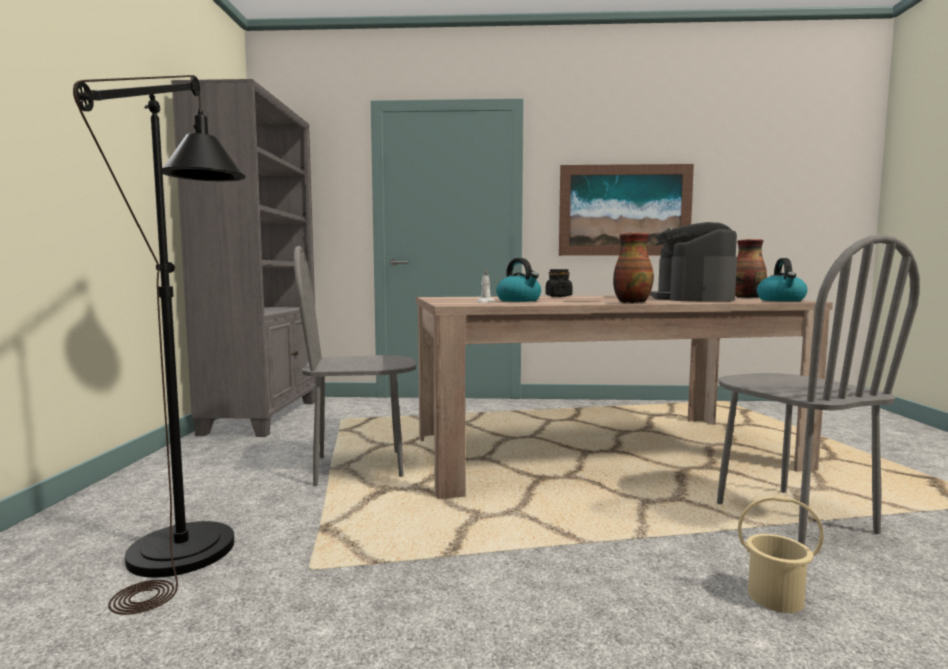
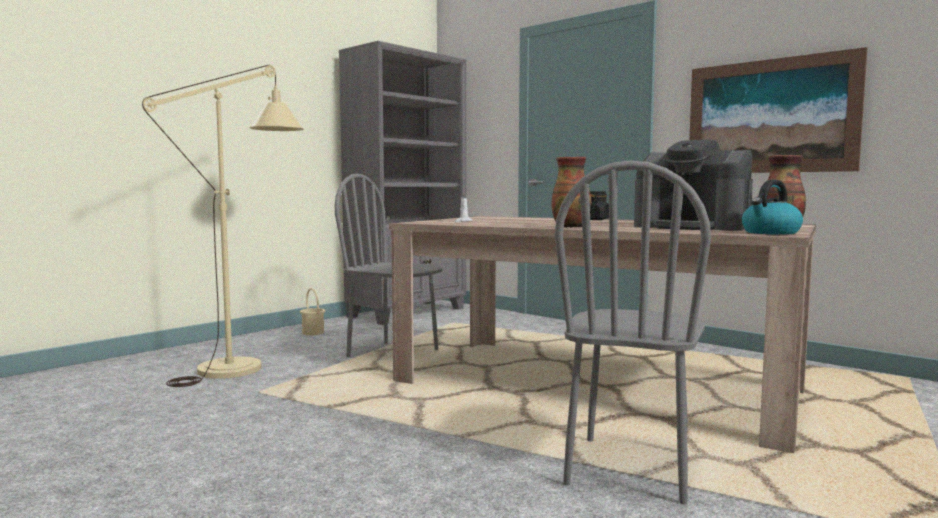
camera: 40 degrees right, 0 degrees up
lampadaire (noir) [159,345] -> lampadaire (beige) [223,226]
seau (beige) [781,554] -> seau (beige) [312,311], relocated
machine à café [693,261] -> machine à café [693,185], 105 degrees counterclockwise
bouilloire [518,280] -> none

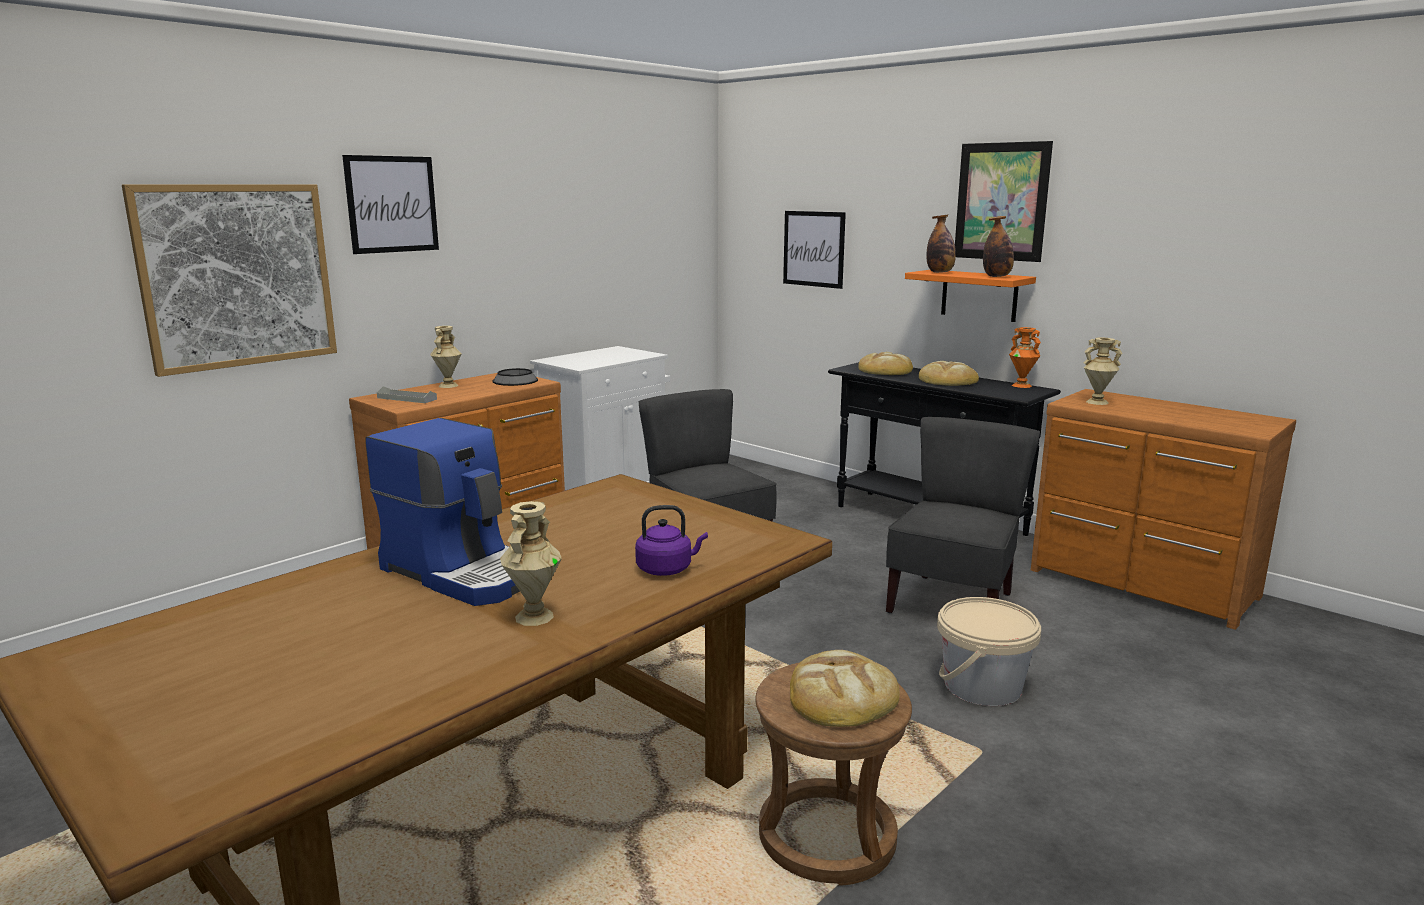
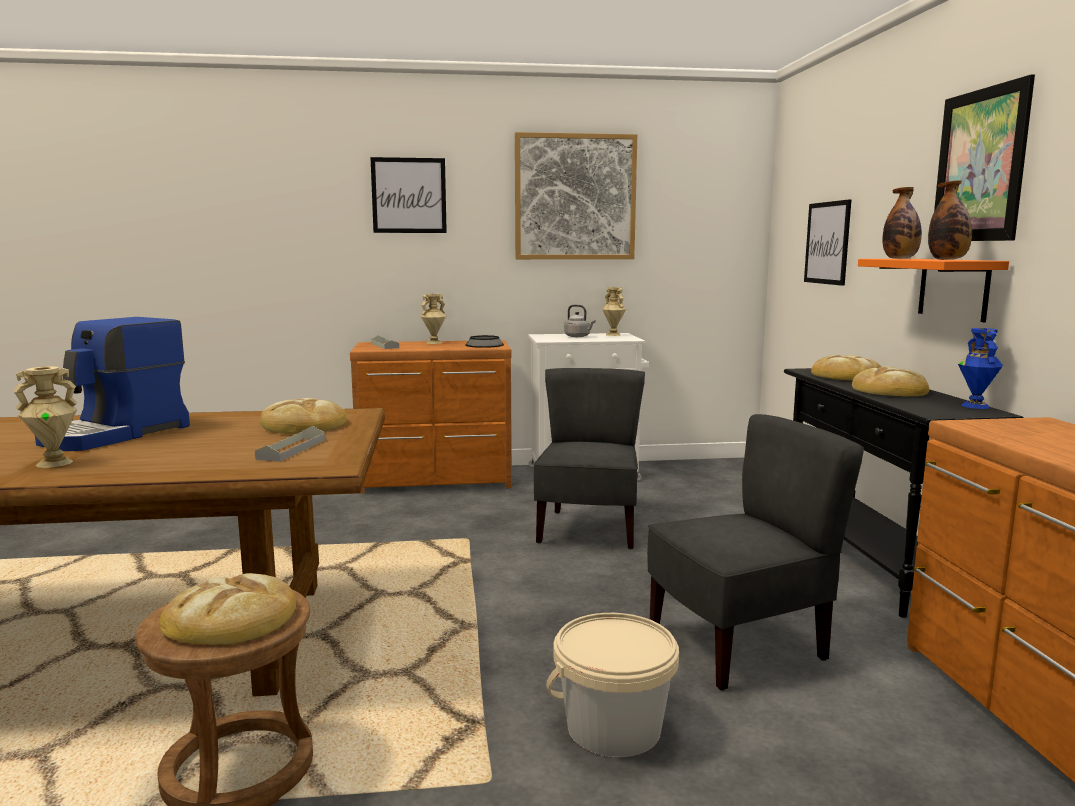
camera: 40 degrees right, 5 degrees down
machine à café [442,512] -> machine à café [112,384], 45 degrees clockwise
none -> plateau (gris) [290,444]
none -> pain [303,416]
tableau [229,280] -> tableau [576,195], relocated
none -> bouilloire (gris) [580,321]
vase (beige) [1103,371] -> vase (beige) [614,311], relocated
vase (orange) [1025,357] -> vase (bleu) [980,368]
bouilloire (violet) [671,540] -> none

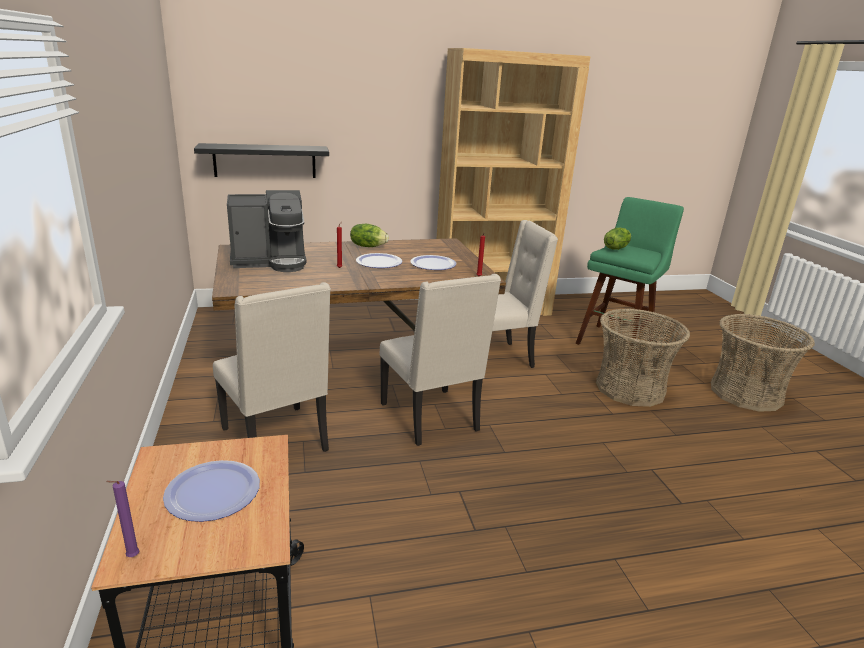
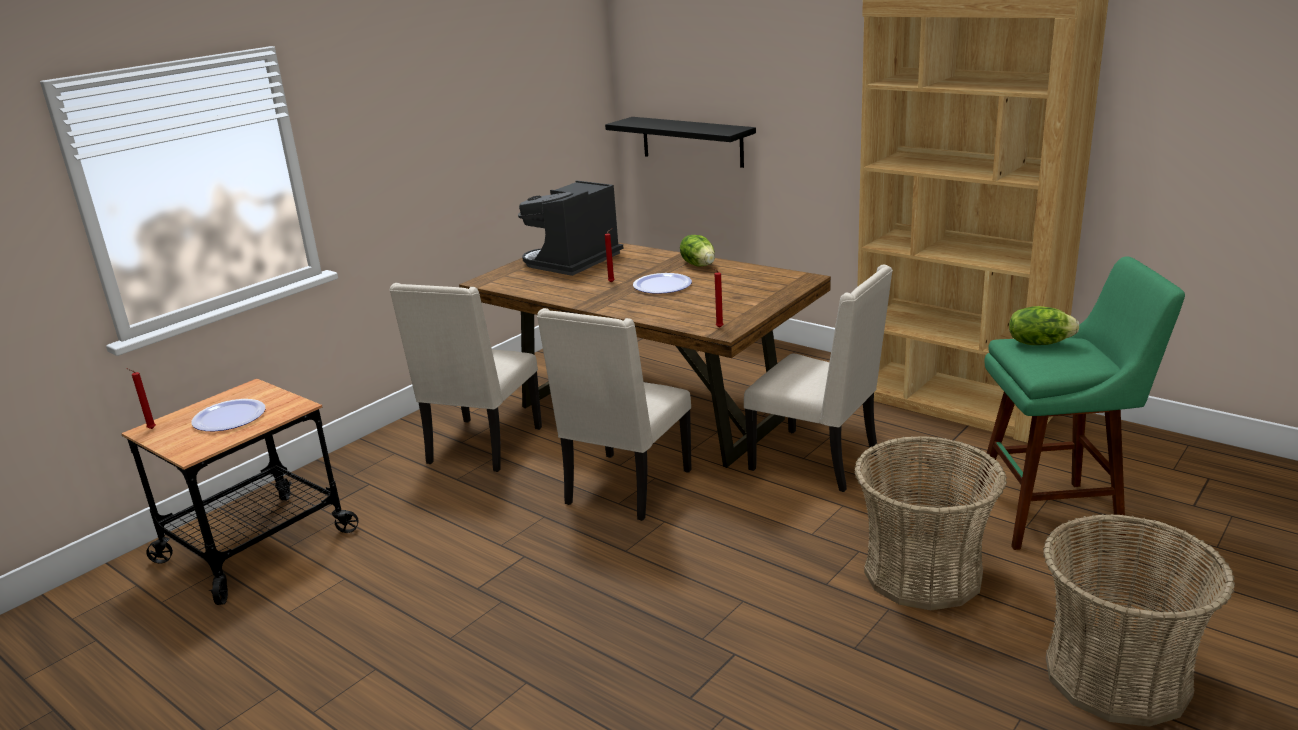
camera: 55 degrees right, 0 degrees up
bougie (violet) [123,519] -> bougie (rouge) [141,398]
machine à café [266,231] -> machine à café [571,228], 90 degrees clockwise
assiette [433,262] -> none

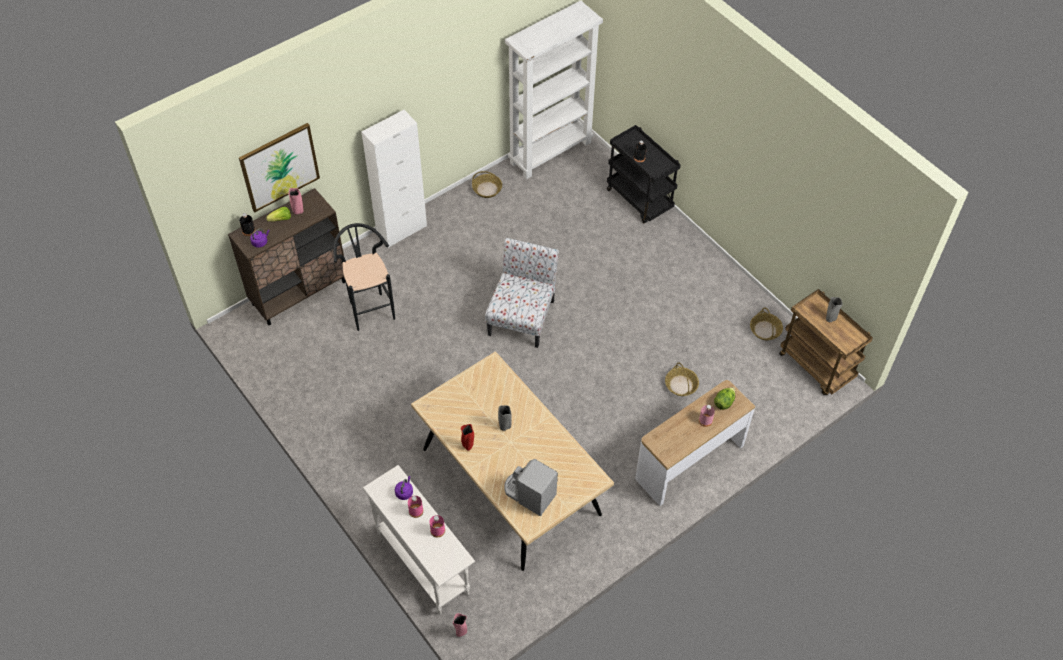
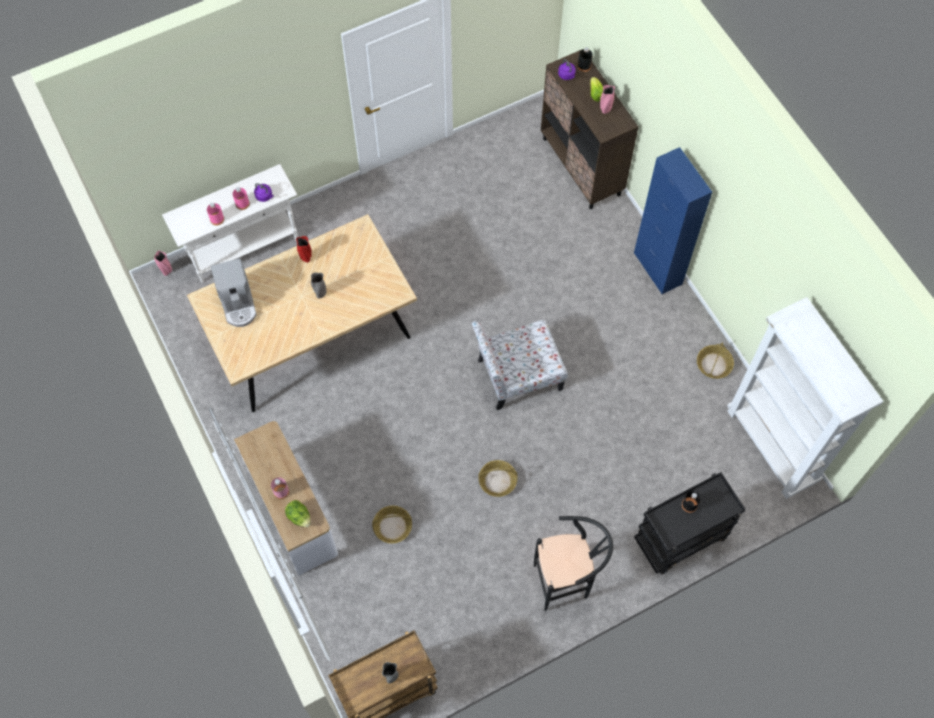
camera: 100 degrees right, 10 degrees up
machine à café [531,487] -> machine à café [234,292], 120 degrees clockwise
chaise [522,293] -> chaise [519,365], 135 degrees clockwise
panier [766,323] -> panier [498,478], relocated
tabouret (noir) [364,277] -> tabouret (noir) [573,563], relocated
meuble de rangement (blanc) [394,179] -> meuble de rangement (bleu) [673,220]
tableau [279,167] -> none

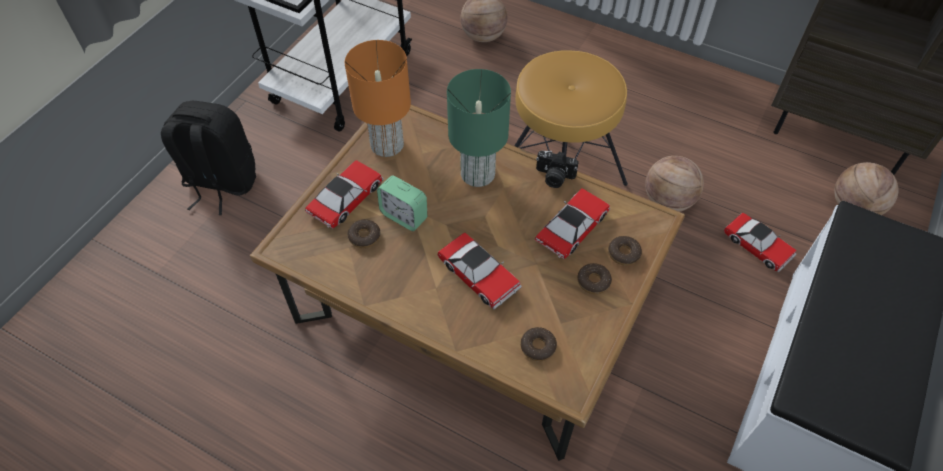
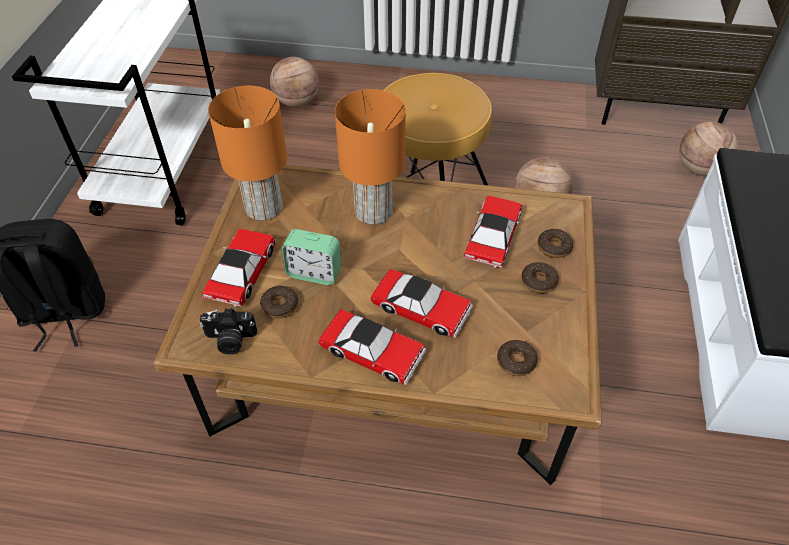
camera: 20 degrees left, 5 degrees down
appareil photo [557,169] -> appareil photo [228,331], relocated
petite voiture [760,242] -> petite voiture [372,347], relocated
lampe de table (vert) [479,128] -> lampe de table (orange) [370,157]

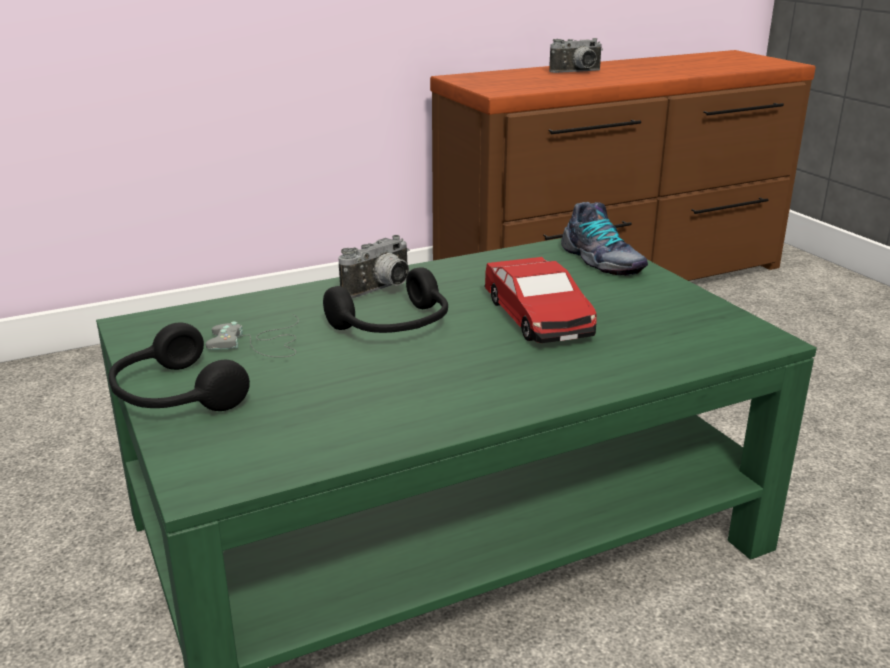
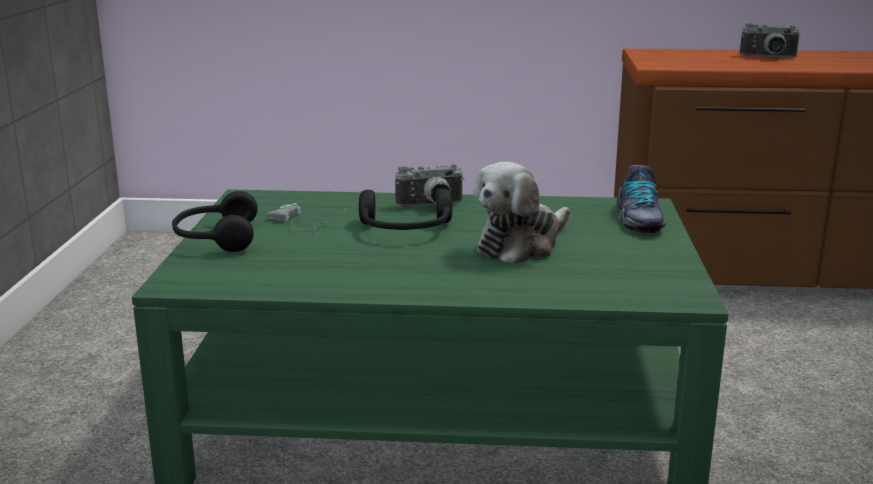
camera: 30 degrees right, 5 degrees down
petite voiture [540,300] -> peluche [522,213]

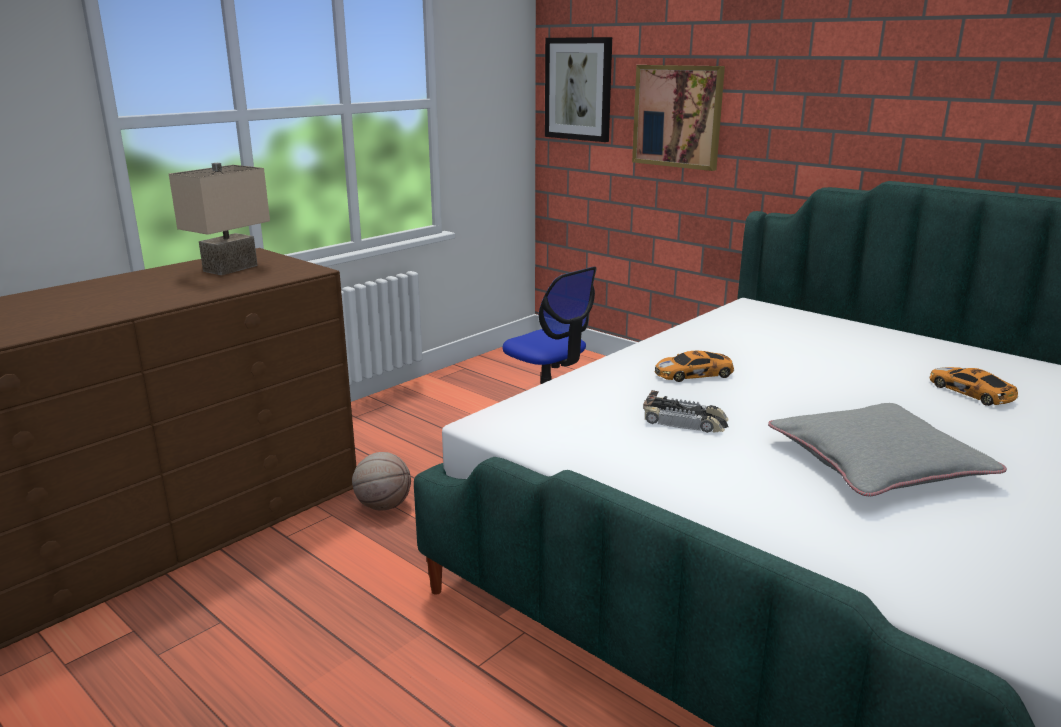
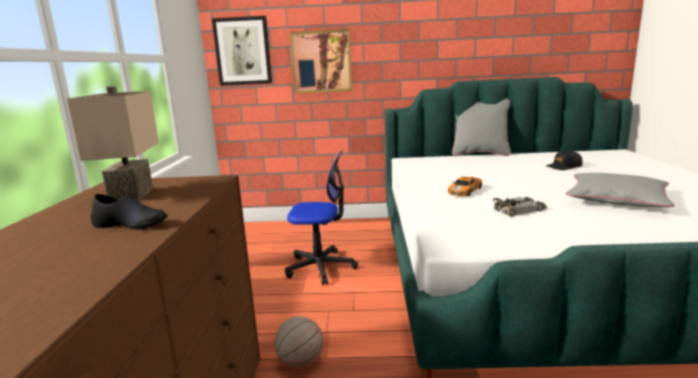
camera: 40 degrees left, 5 degrees down
none -> chaussure (noir) [129,212]
none -> coussin (gris) [481,127]
petite voiture [974,386] -> casquette (noir) [564,160]

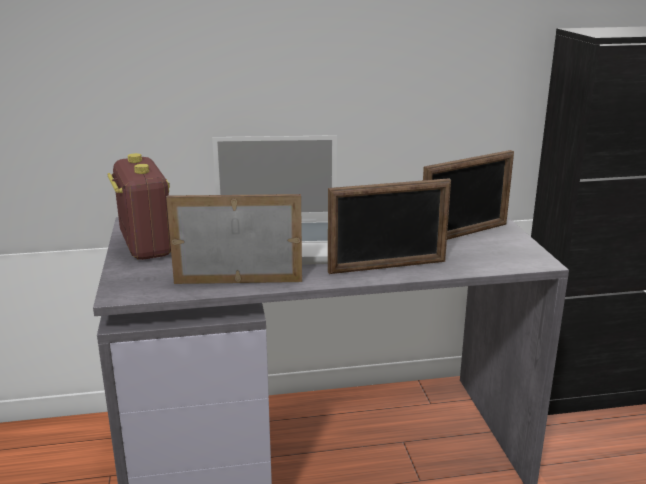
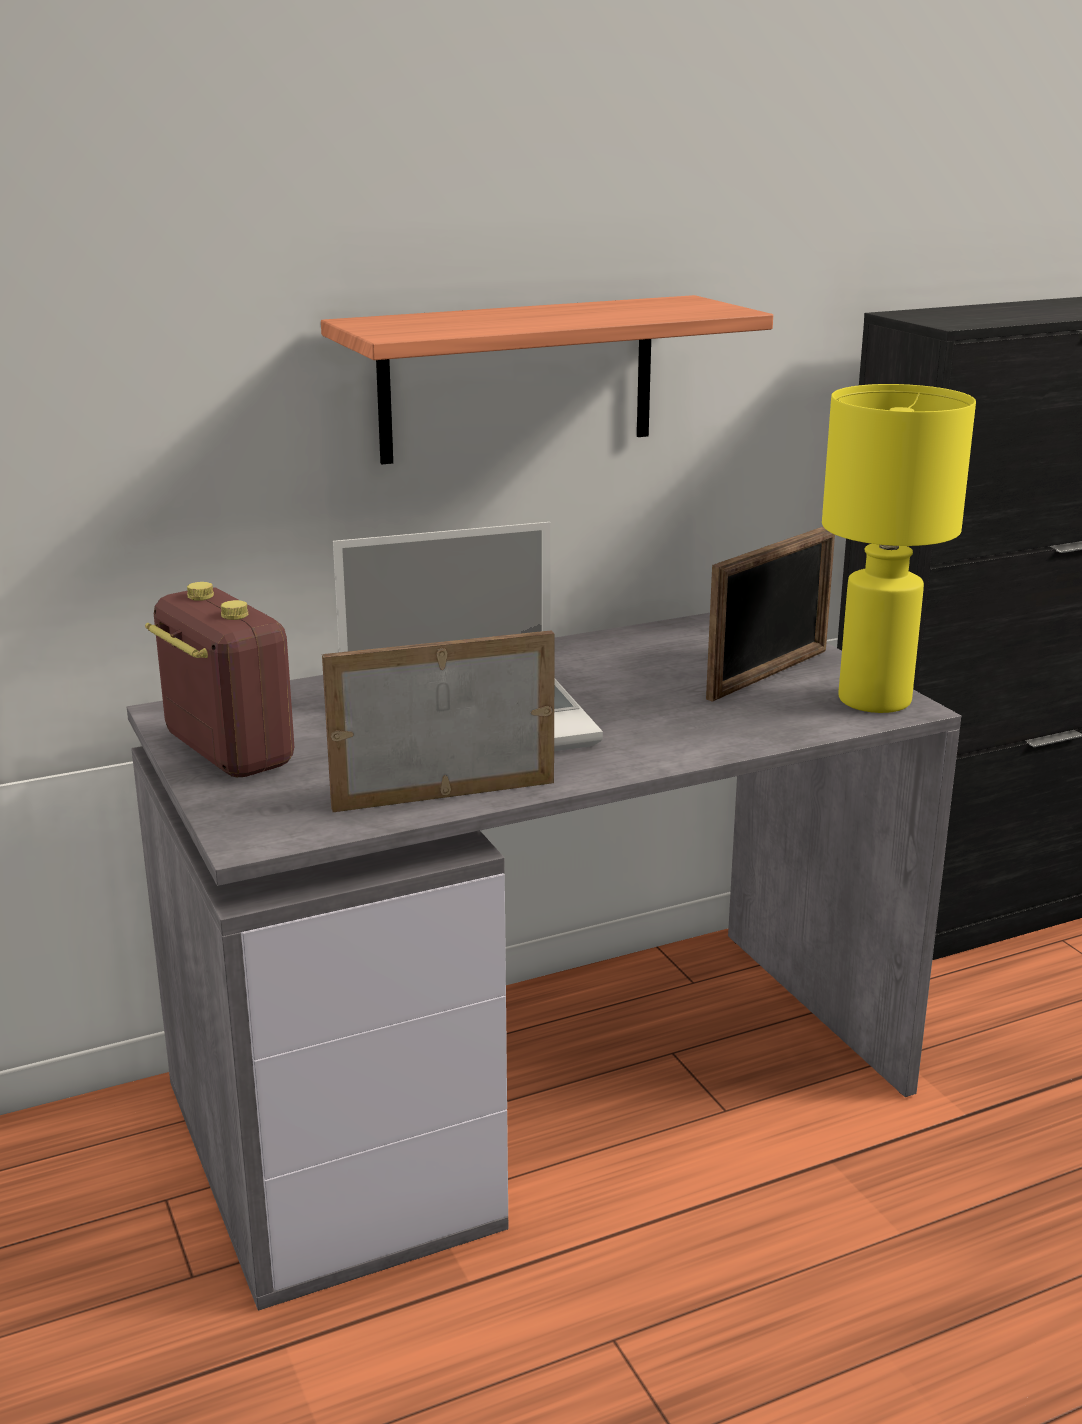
camera: 15 degrees left, 0 degrees up
none -> étagère [547,380]
none -> lampe de table (jaune) [899,548]
cadre photo [389,226] -> none

